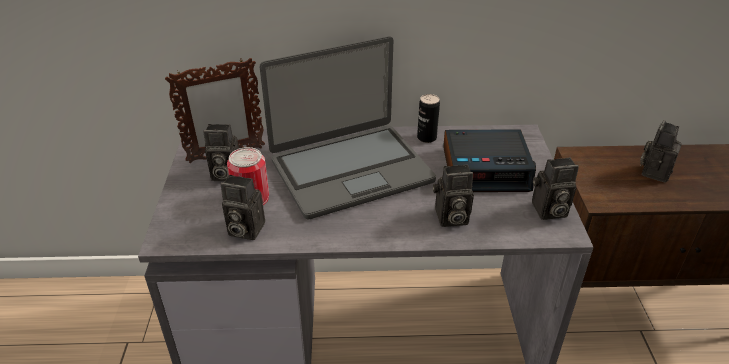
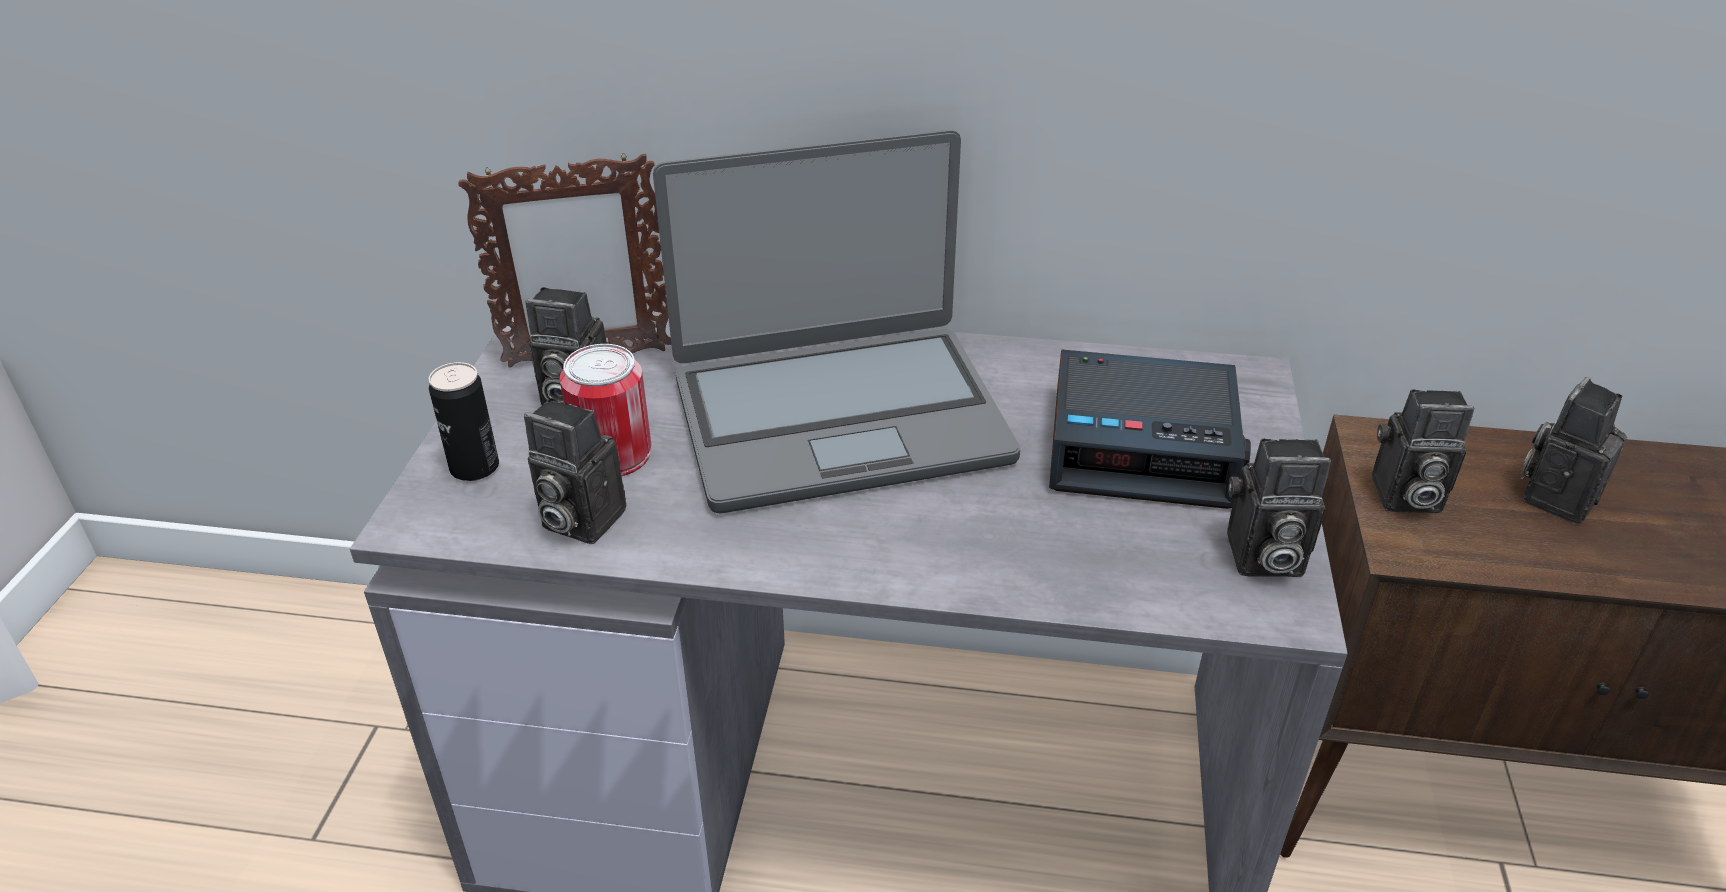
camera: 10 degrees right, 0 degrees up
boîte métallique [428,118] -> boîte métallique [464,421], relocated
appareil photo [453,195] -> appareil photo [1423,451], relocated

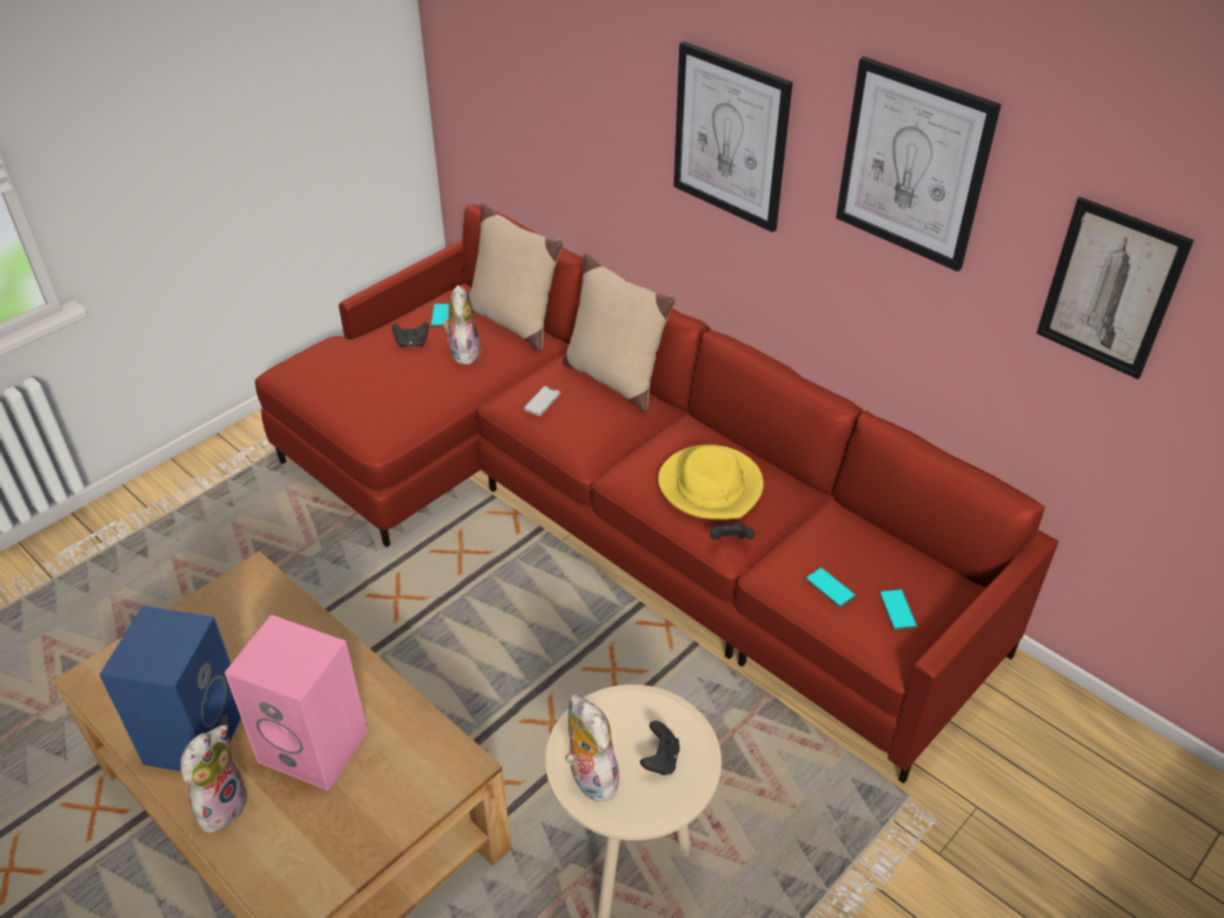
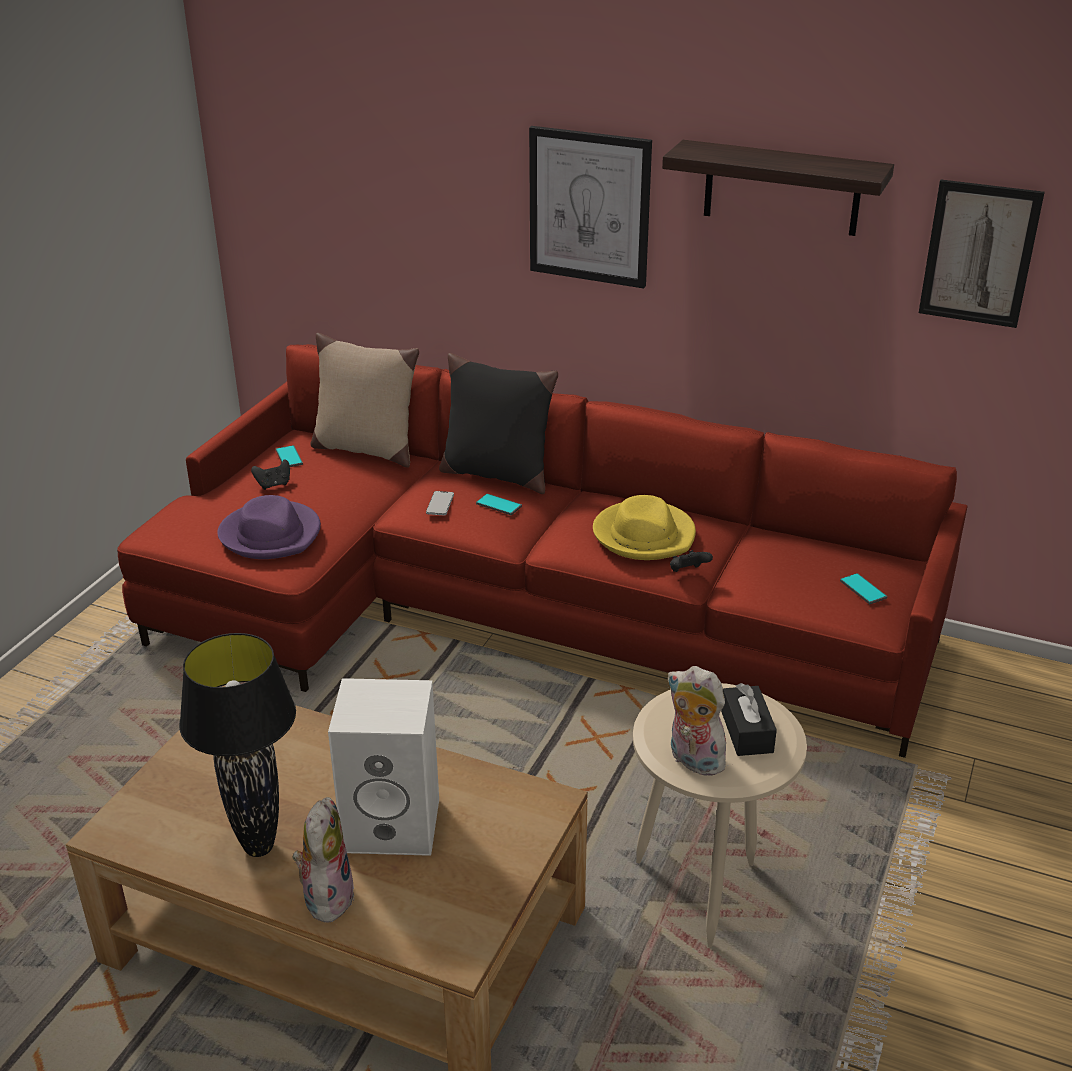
camera: 20 degrees left, 10 degrees down
enceinte (bleu) [170,688] -> lampe de table (noir) [237,745]
none -> chapeau (violet) [269,527]
enceinte (rose) [296,703] -> enceinte (blanc) [383,767]
coussin (beige) [618,333] -> coussin (noir) [498,423]
téléphone [831,587] -> téléphone [499,504], relocated
tableau [918,164] -> étagère [778,188]
manette (noir) [660,748] -> boîte à mouchoirs (noir) [749,719]
peluche [461,325] -> none

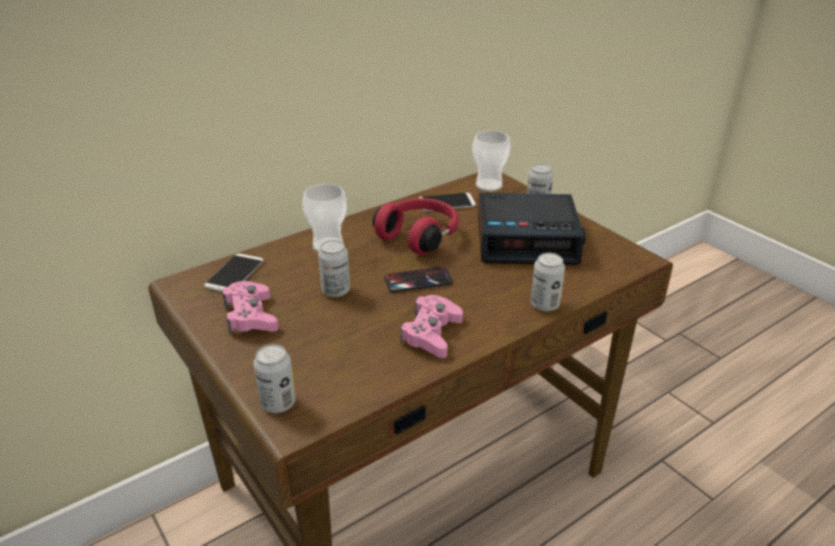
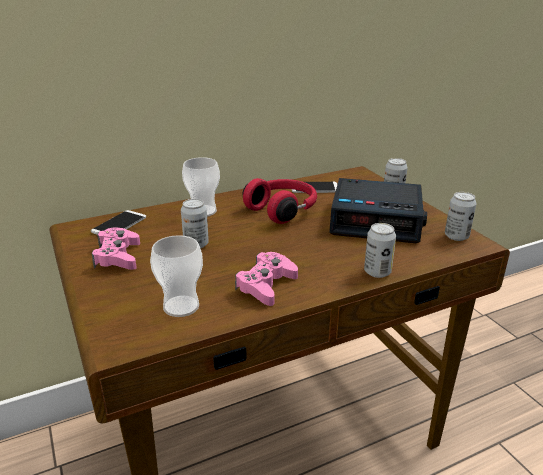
camera: 10 degrees right, 5 degrees down
tasse [491,160] -> tasse [176,276], relocated
boîte métallique [274,378] -> boîte métallique [461,216], relocated
téléphone [418,280] -> none

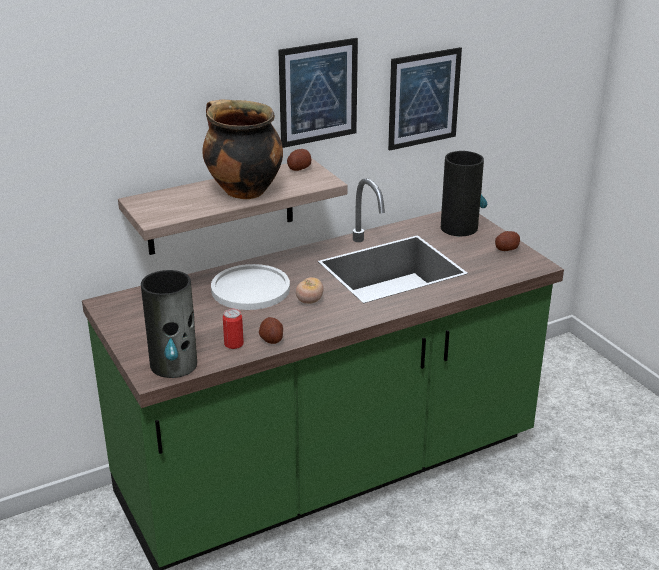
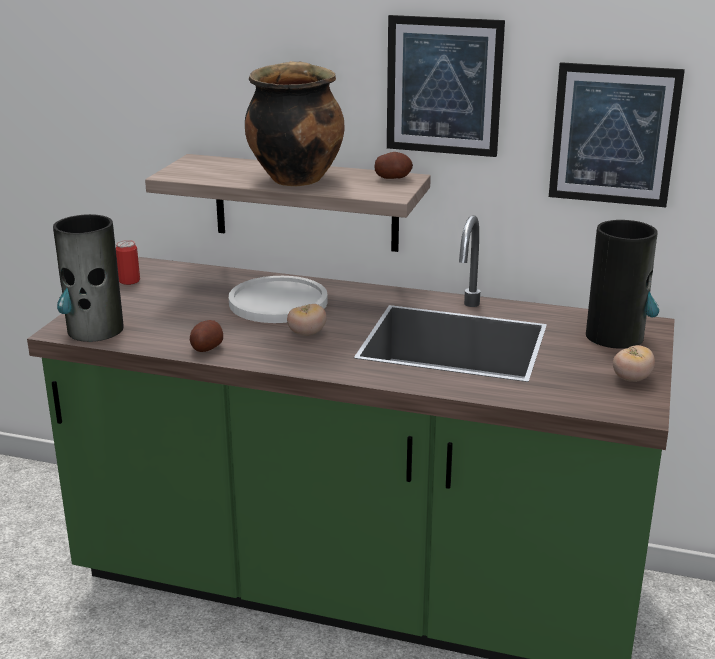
camera: 45 degrees right, 5 degrees down
boîte métallique [233,329] -> boîte métallique [128,262], relocated
pomme de terre [507,241] -> tomate [634,363]

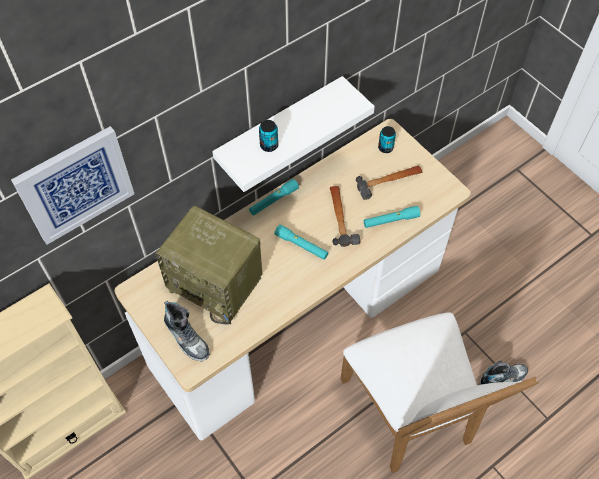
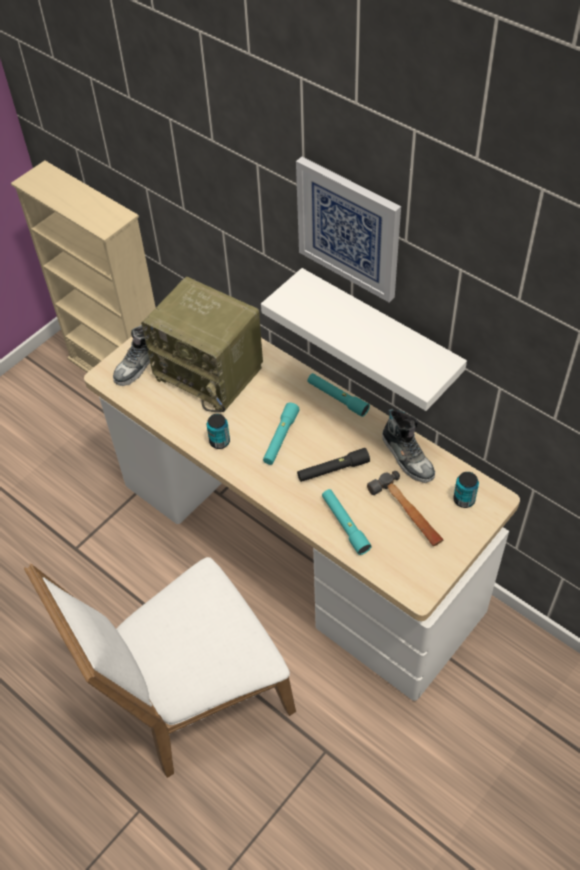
camera: 80 degrees right, 5 degrees down
radio [208,265] -> radio [202,344], 75 degrees counterclockwise
boîte métallique [268,136] -> boîte métallique [218,431], relocated
tableau [72,185] -> tableau [348,229], relocated
marteau [345,216] -> lampe de poche (noir) [333,465]
chaussure [503,372] -> chaussure [408,445], relocated

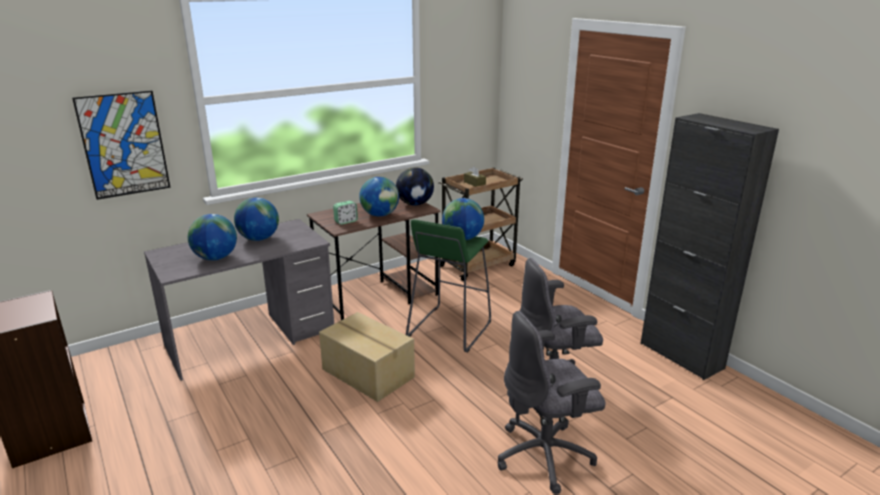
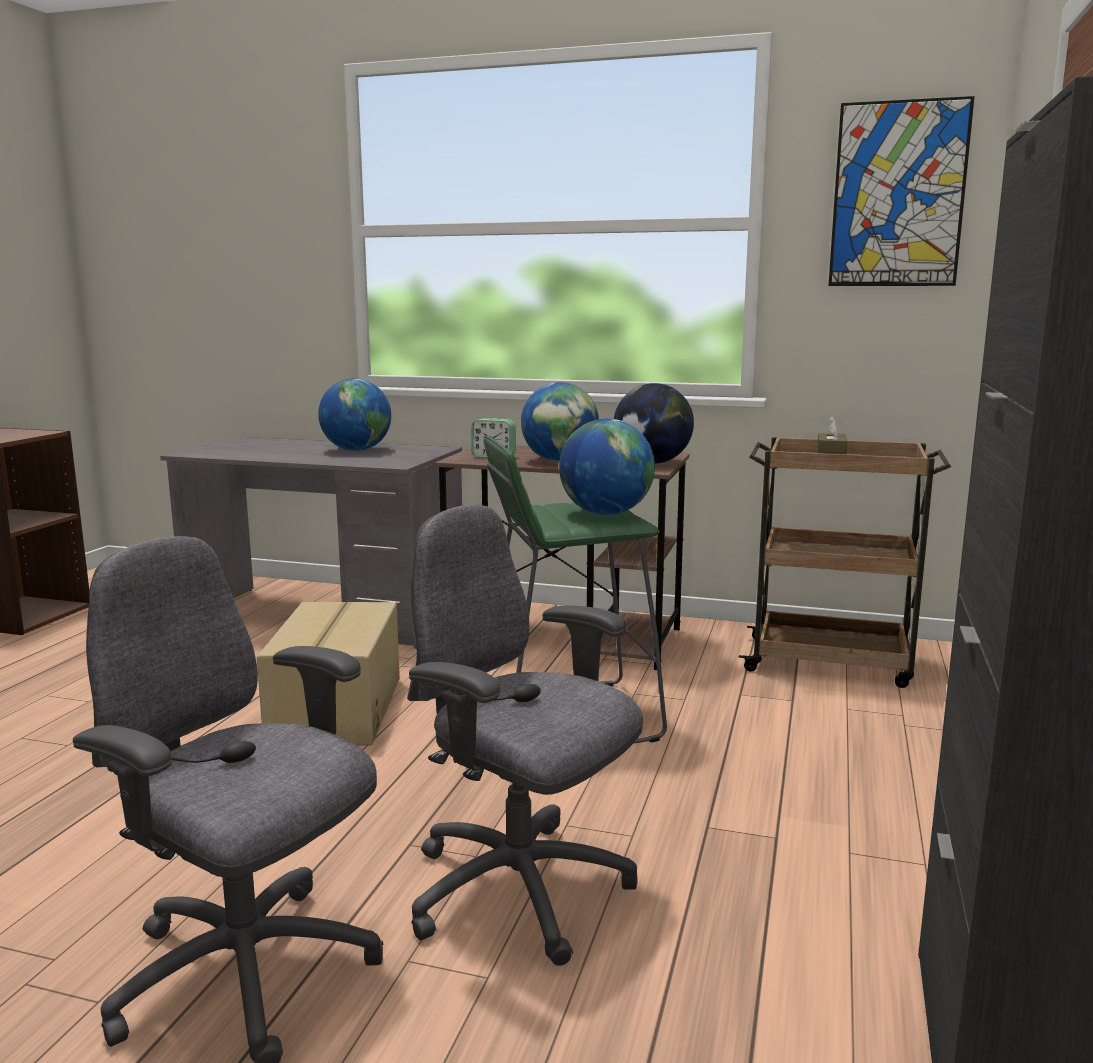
camera: 50 degrees right, 10 degrees down
tableau [121,145] -> tableau [901,191], relocated
globe [212,237] -> none

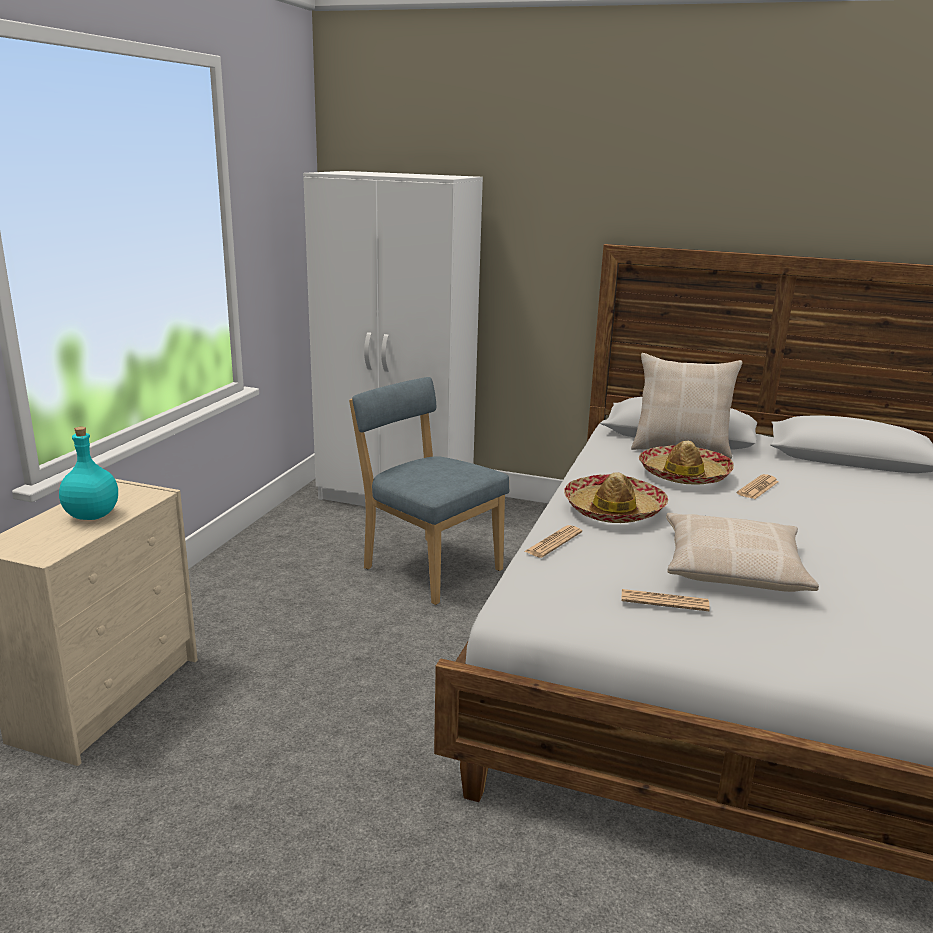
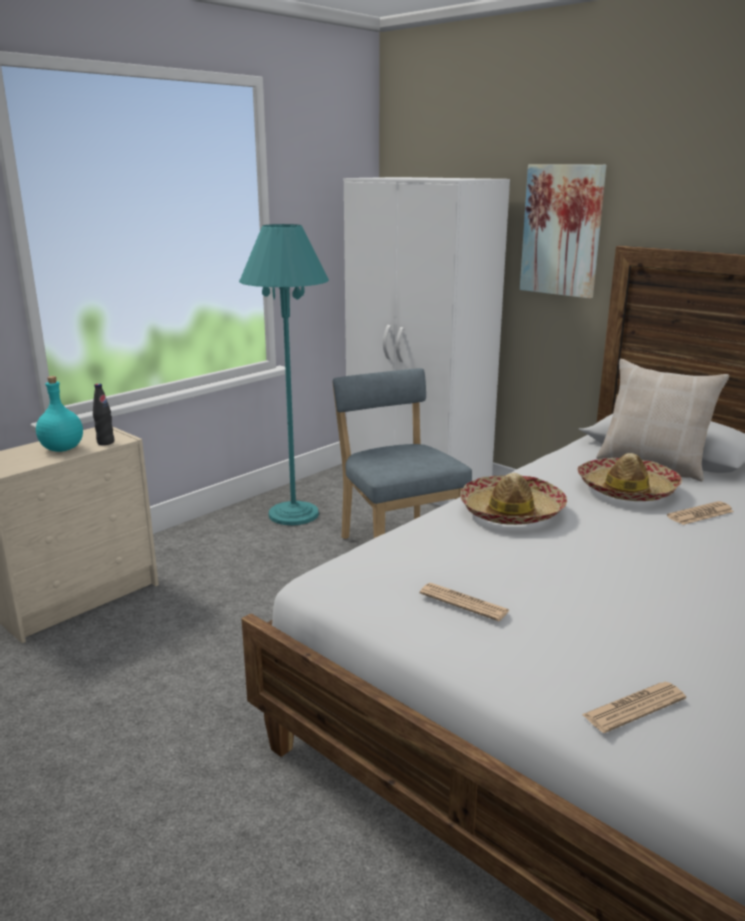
camera: 25 degrees right, 0 degrees up
none -> bouteille (noir) [104,414]
none -> lampadaire (turquoise) [284,374]
none -> tableau [563,232]
journal [553,541] -> journal [634,707], relocated
coussin (beige) [742,552] -> none

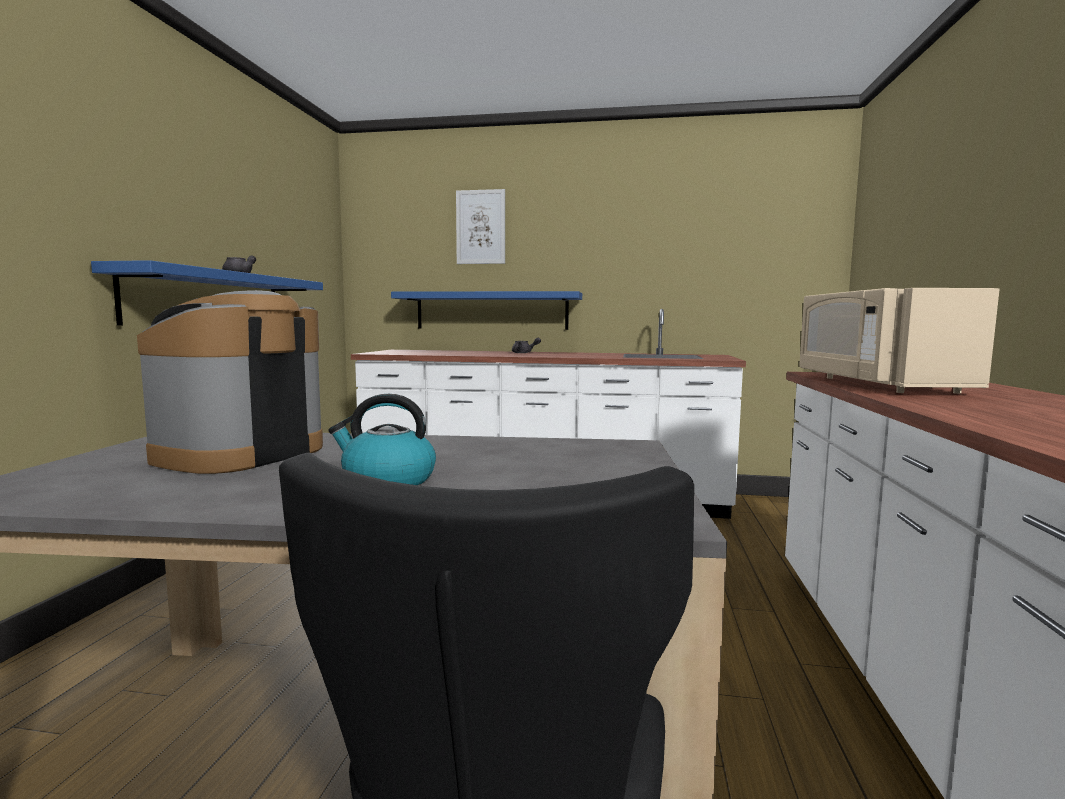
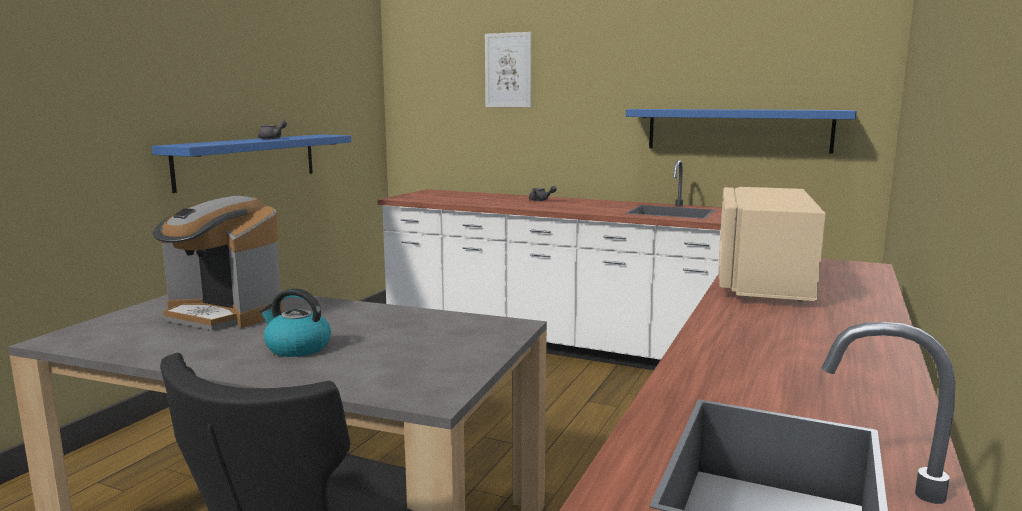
camera: 15 degrees right, 5 degrees up
machine à café [230,382] -> machine à café [217,263], 105 degrees counterclockwise
étagère (bleu) [486,310] -> étagère (bleu) [741,131], relocated

